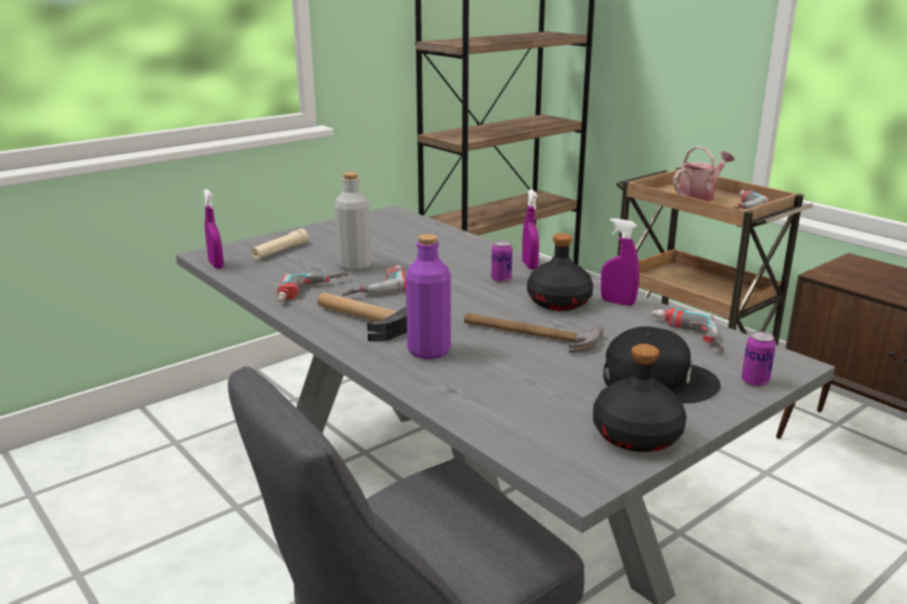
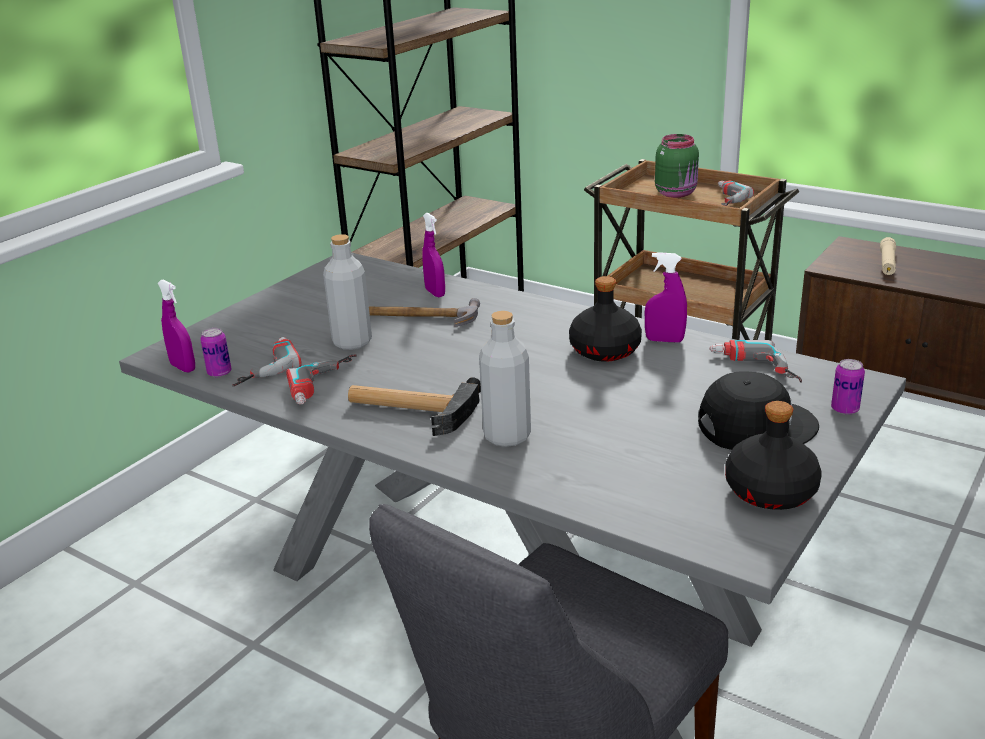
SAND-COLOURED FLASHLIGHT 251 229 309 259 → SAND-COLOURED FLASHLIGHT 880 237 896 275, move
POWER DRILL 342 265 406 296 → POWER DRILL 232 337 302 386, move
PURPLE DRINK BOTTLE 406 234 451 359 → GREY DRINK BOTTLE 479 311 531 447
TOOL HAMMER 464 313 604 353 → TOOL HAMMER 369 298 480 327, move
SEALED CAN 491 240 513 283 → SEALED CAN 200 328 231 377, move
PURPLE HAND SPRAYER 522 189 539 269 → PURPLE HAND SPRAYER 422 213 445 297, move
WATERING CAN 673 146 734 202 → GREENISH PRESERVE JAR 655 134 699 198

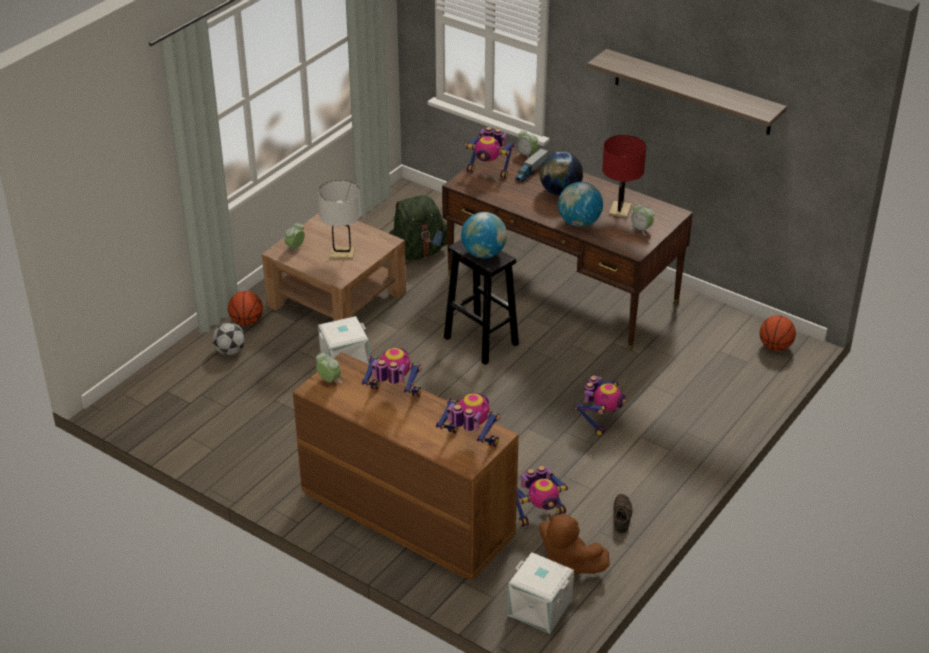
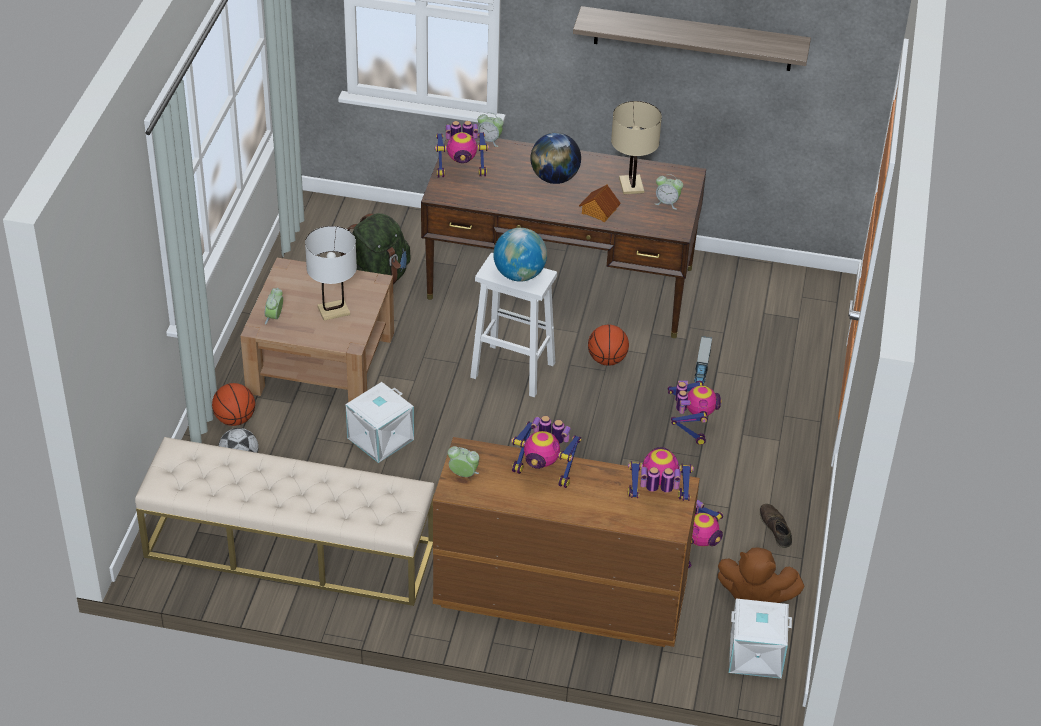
ROBOT FIGURE 361 348 422 397 → ROBOT FIGURE 511 416 582 488, 150 degrees counterclockwise
BLACKISH STOOL SEAT 444 239 519 365 → WHITE STOOL SEAT 470 253 557 397
TOY LORRY 515 148 549 182 → TOY LORRY 694 336 712 386, move
DESK GLOBE 558 182 603 227 → MODEL HOUSE 579 185 621 222
RED TABLE LAMP 602 135 646 218 → SAND-COLOURED TABLE LAMP 611 101 662 194
BALL FOR BASKETBALL 760 315 796 351 → BALL FOR BASKETBALL 588 325 629 366, move
- → SAND-COLOURED BENCH 135 437 434 606

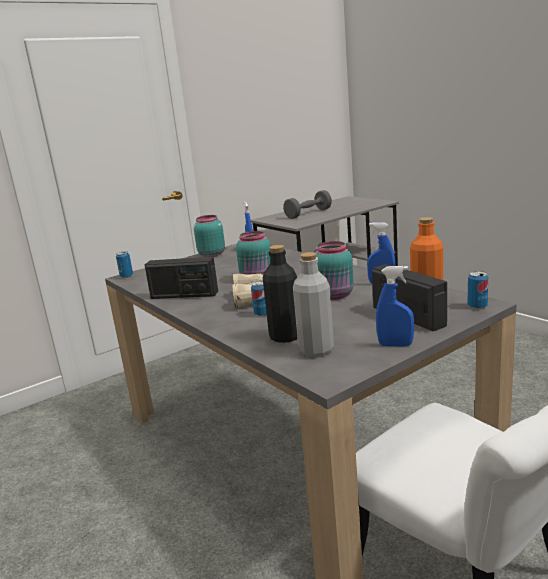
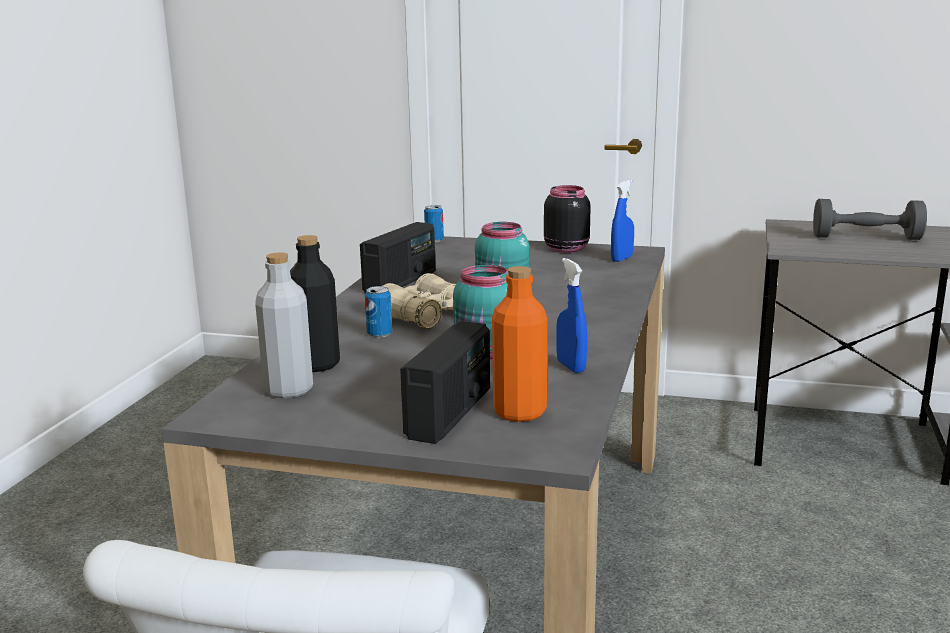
RADIO SET 145 257 218 299 → RADIO SET 360 222 436 293, 120 degrees counterclockwise
BLUE-GREEN PRESERVE JAR 194 215 225 257 → BLACKISH PRESERVE JAR 544 185 591 253
BLUE HAND SPRAYER 376 266 414 347 → -
SEALED CAN 468 271 488 309 → -

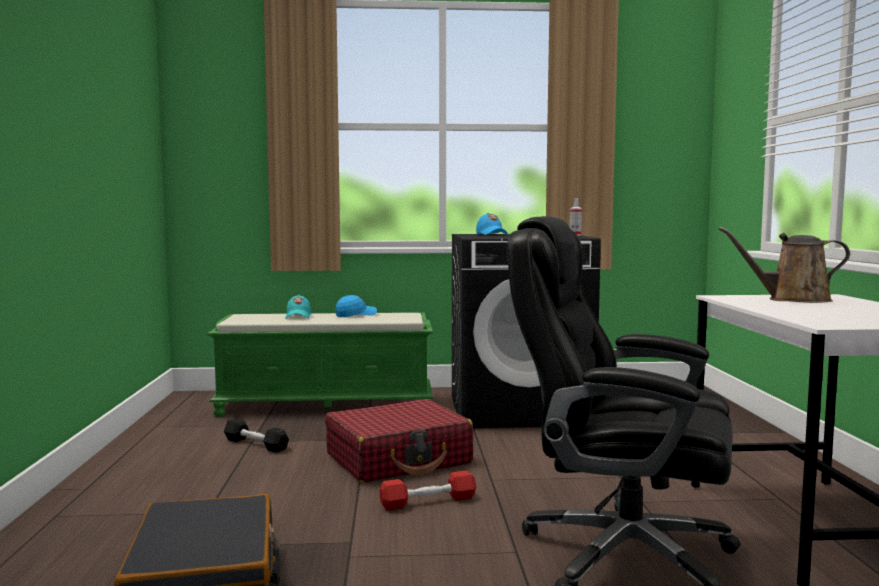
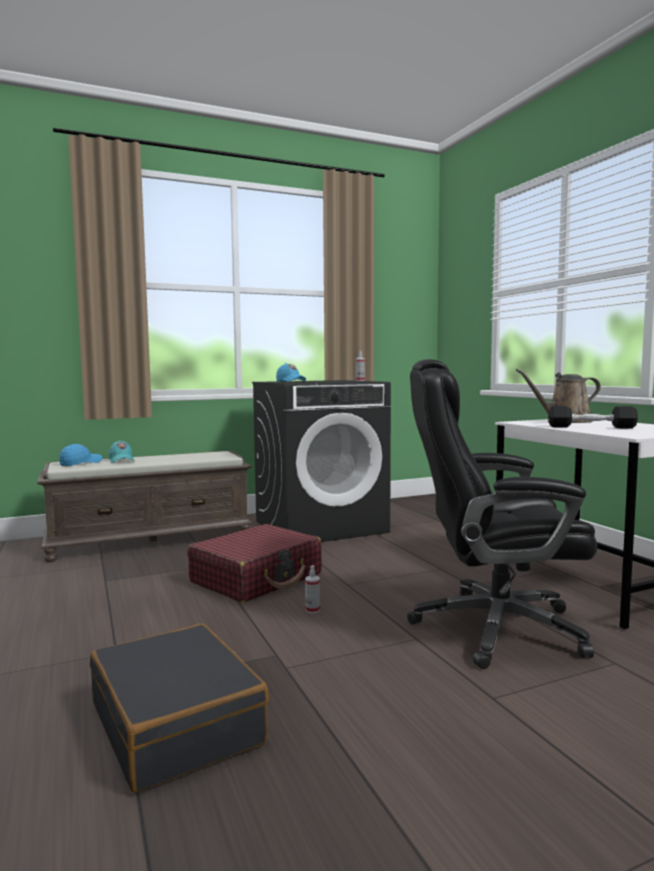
GREENISH BENCH 207 312 433 417 → BROWN BENCH 37 451 253 563
BLACKISH FREE WEIGHT 224 418 289 453 → BLACKISH FREE WEIGHT 548 406 638 429, move
BLUE PEAKED CAP 336 295 377 317 → BLUE PEAKED CAP 59 444 102 466, move
RED FREE WEIGHT 379 471 476 511 → HAND SPRAYER 305 565 320 613

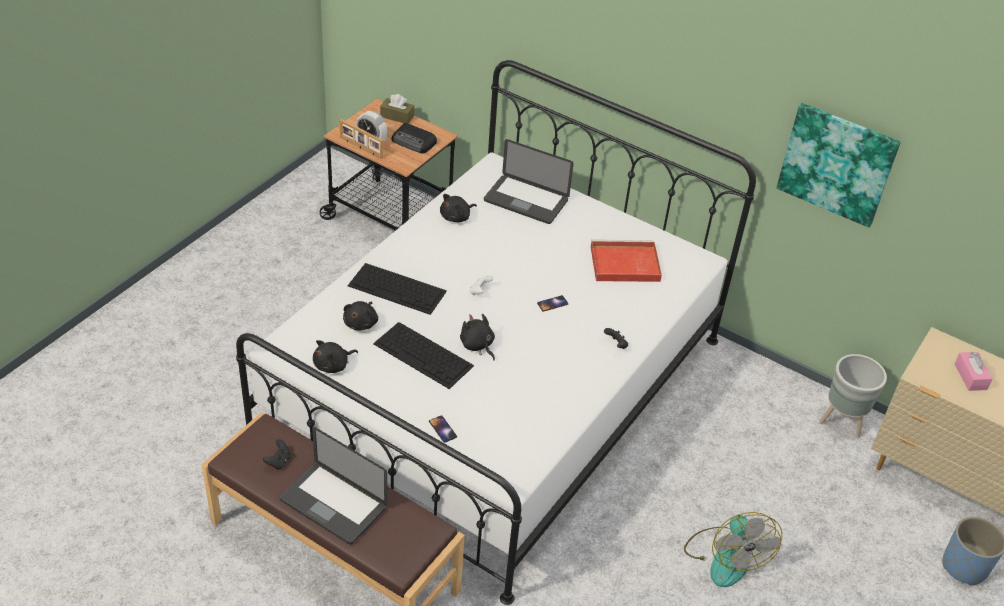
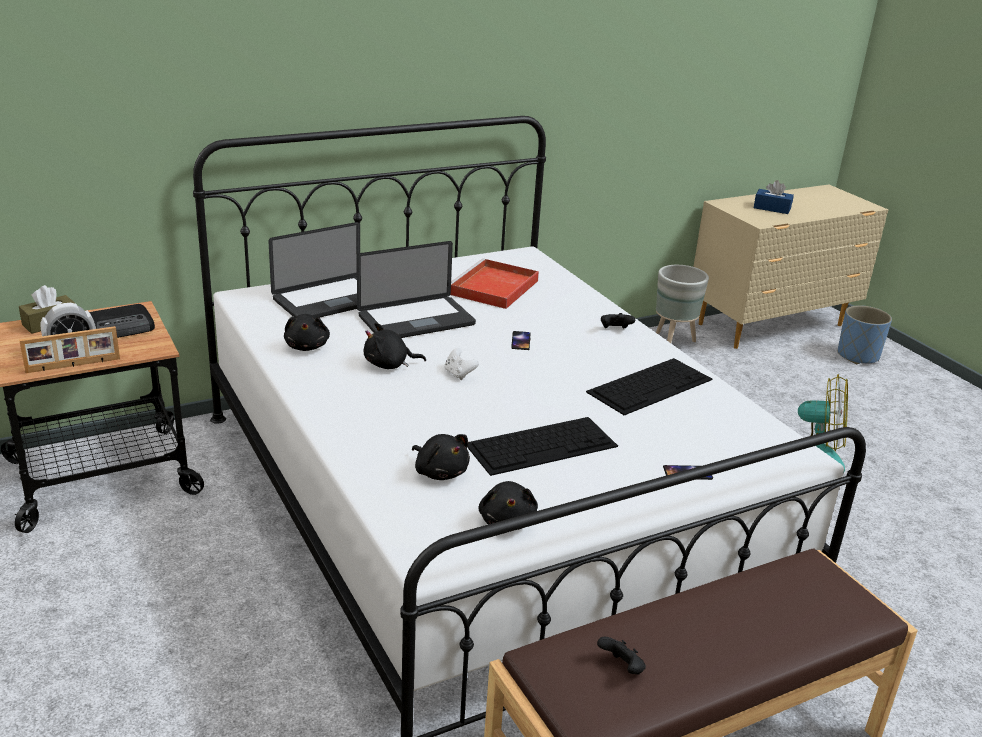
NOTEBOOK COMPUTER 279 427 387 544 → NOTEBOOK COMPUTER 357 241 476 338, move
COMPUTER KEYBOARD 348 263 447 315 → COMPUTER KEYBOARD 586 358 712 415, move
BLACKISH CUDDLY TOY 460 314 495 360 → BLACKISH CUDDLY TOY 364 322 426 369, move
WALL ART 777 103 901 228 → -
PINKISH TISSUE BOX 954 352 993 391 → BLUE TISSUE BOX 754 180 794 214

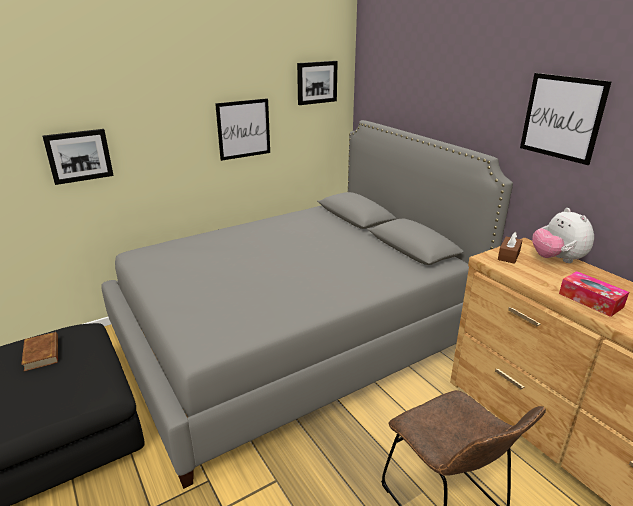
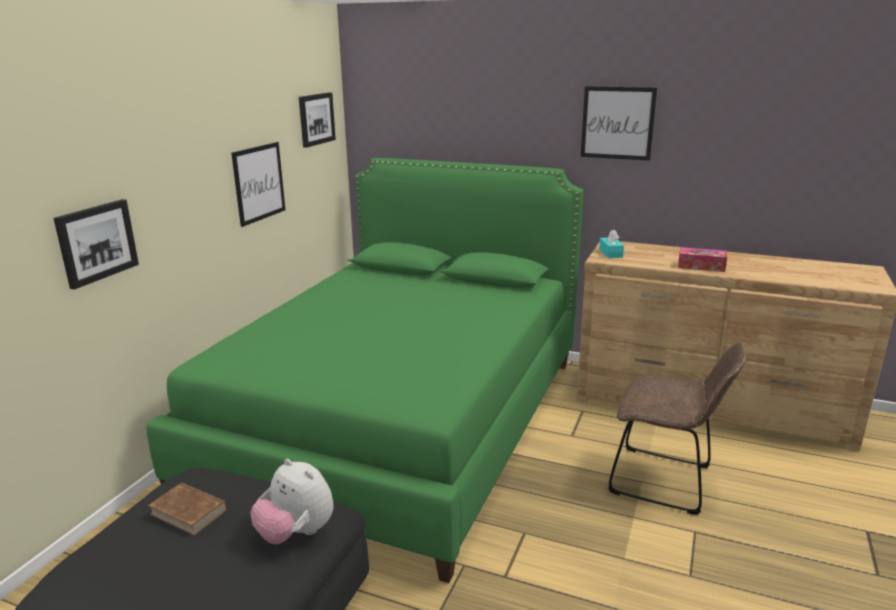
GREY BEDROOM BED 101 120 513 489 → GREENISH BEDROOM BED 146 158 584 583
BROWN TISSUE BOX 498 232 523 264 → BLUE-GREEN TISSUE BOX 599 230 624 258
CUDDLY TOY 532 208 594 263 → CUDDLY TOY 251 459 333 544, move

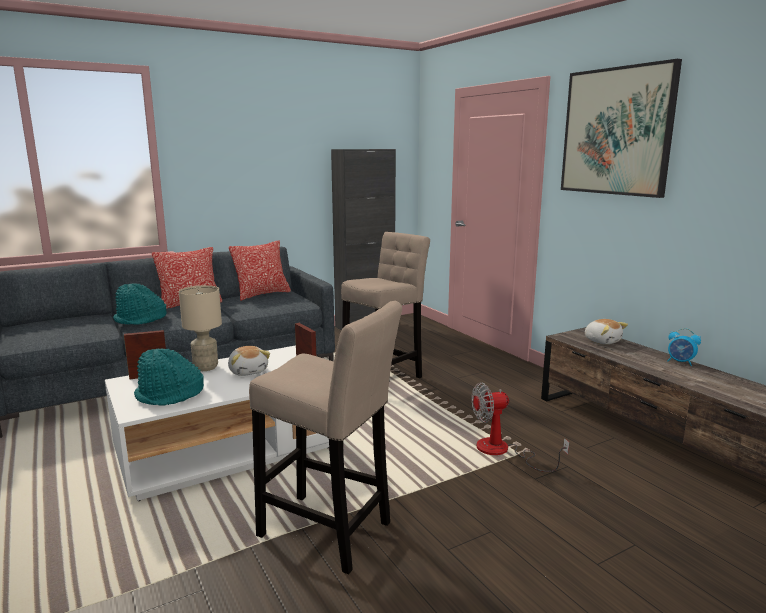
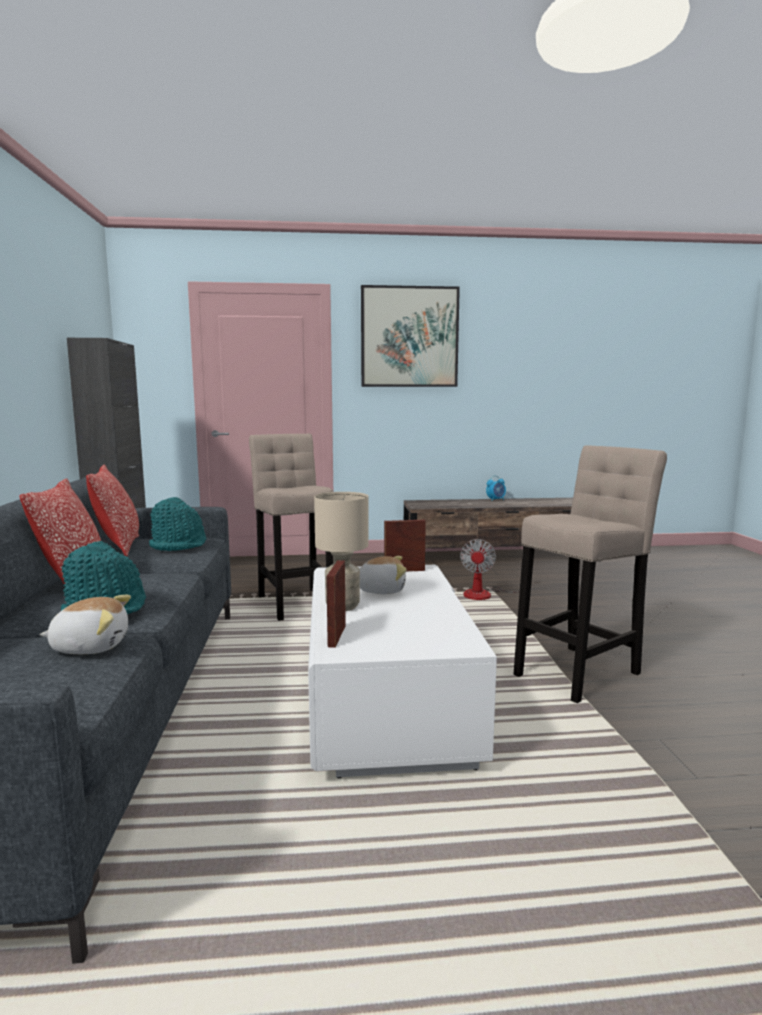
BLUE-GREEN HAT 134 349 204 406 → BLUE-GREEN HAT 149 497 206 551, move
CUDDLY TOY 585 319 628 345 → CUDDLY TOY 40 595 131 654, move

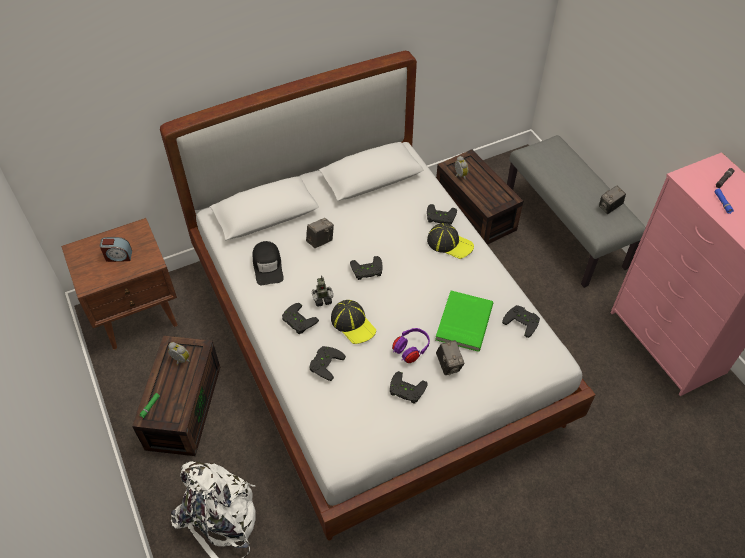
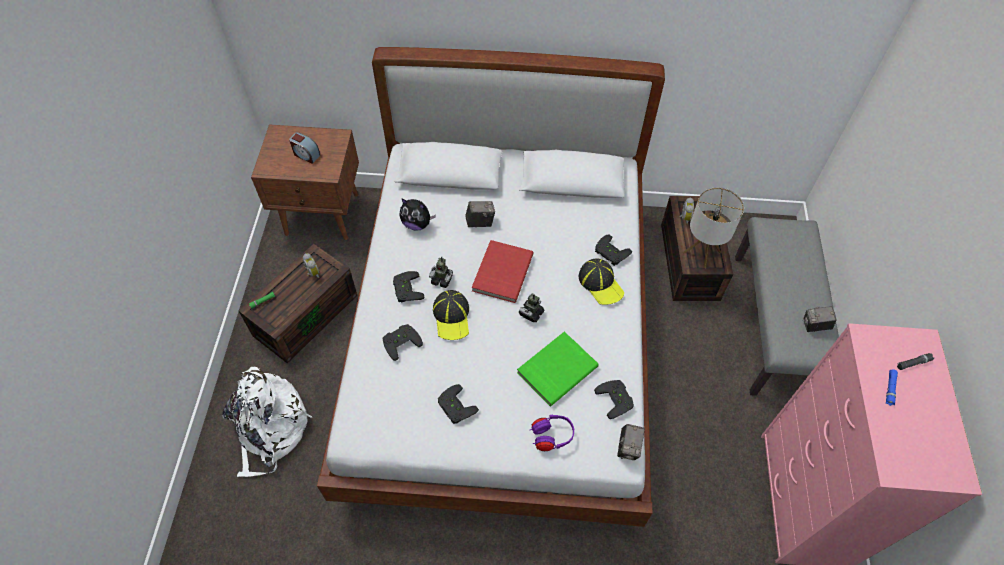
BLACKISH PEAKED CAP 252 241 284 285 → CUDDLY TOY 399 198 436 231
BLACKISH GAME CONTROLLER 350 256 383 280 → RED BOOK 472 240 533 303
PURPLE HEADSET 392 328 430 363 → PURPLE HEADSET 530 414 574 451, move
STILL CAMERA 436 340 465 375 → STILL CAMERA 617 424 645 460, move
- → ROBOT FIGURE 519 294 545 322
- → TABLE LAMP 683 187 744 268

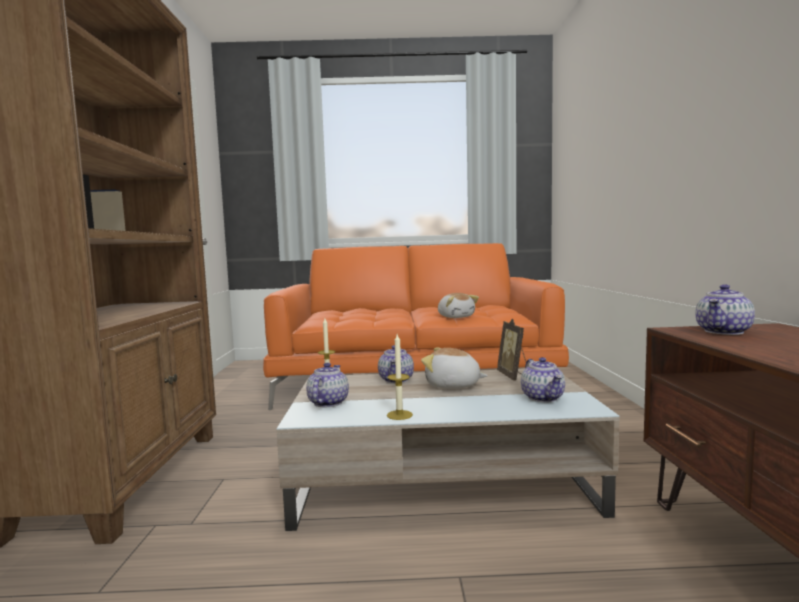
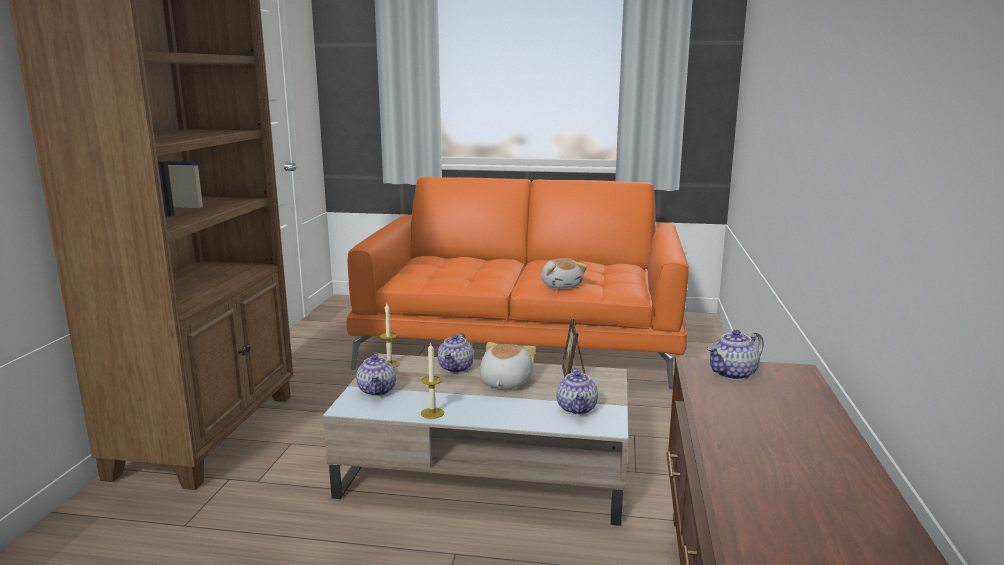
TEAPOT 306 363 349 407 → TEAPOT 356 352 396 396, 150 degrees clockwise
CUDDLY TOY 421 347 488 389 → CUDDLY TOY 480 342 536 389, 75 degrees clockwise

